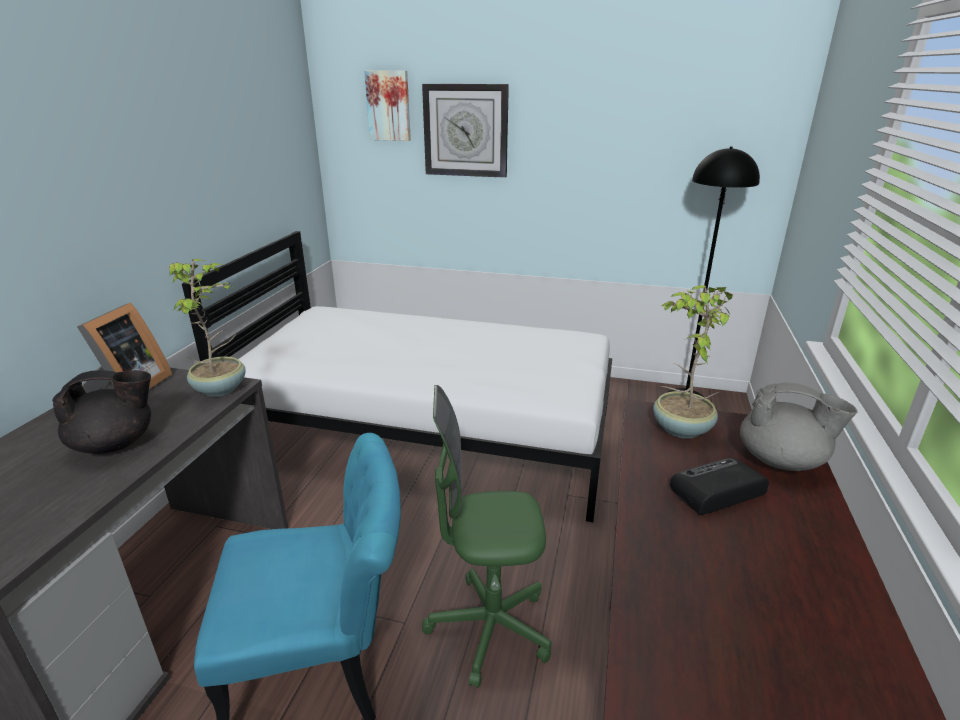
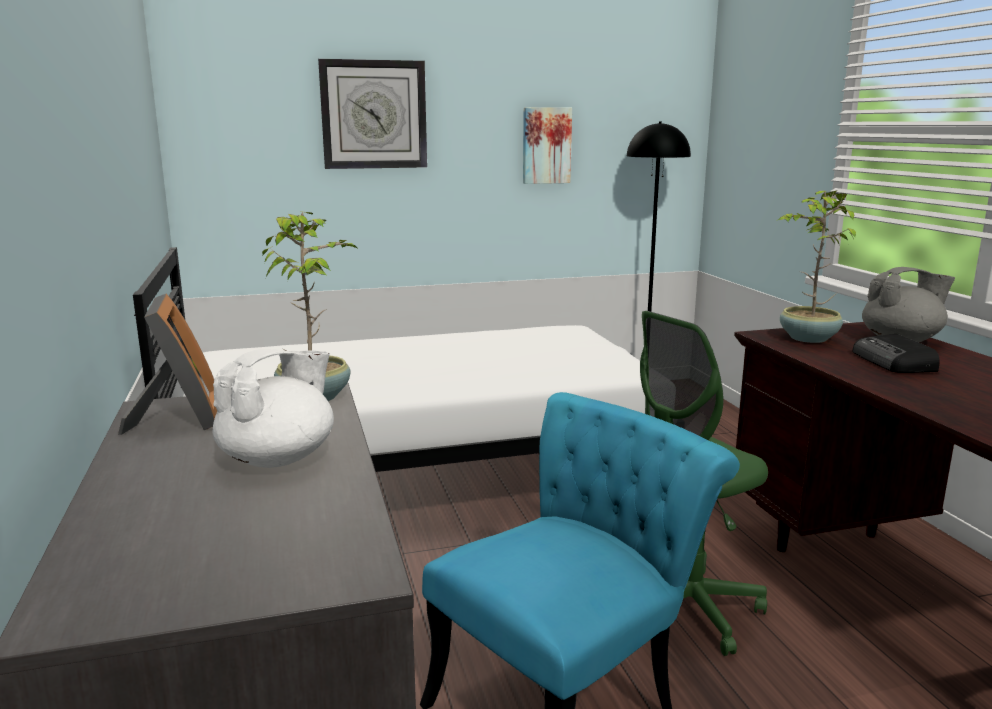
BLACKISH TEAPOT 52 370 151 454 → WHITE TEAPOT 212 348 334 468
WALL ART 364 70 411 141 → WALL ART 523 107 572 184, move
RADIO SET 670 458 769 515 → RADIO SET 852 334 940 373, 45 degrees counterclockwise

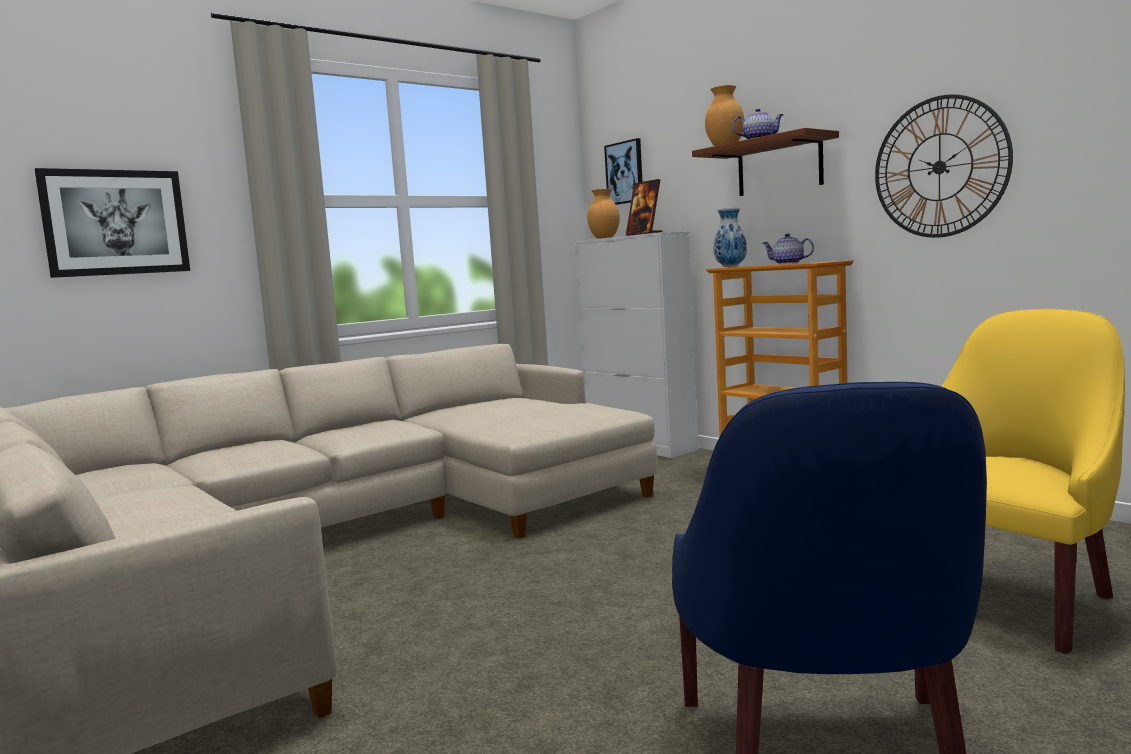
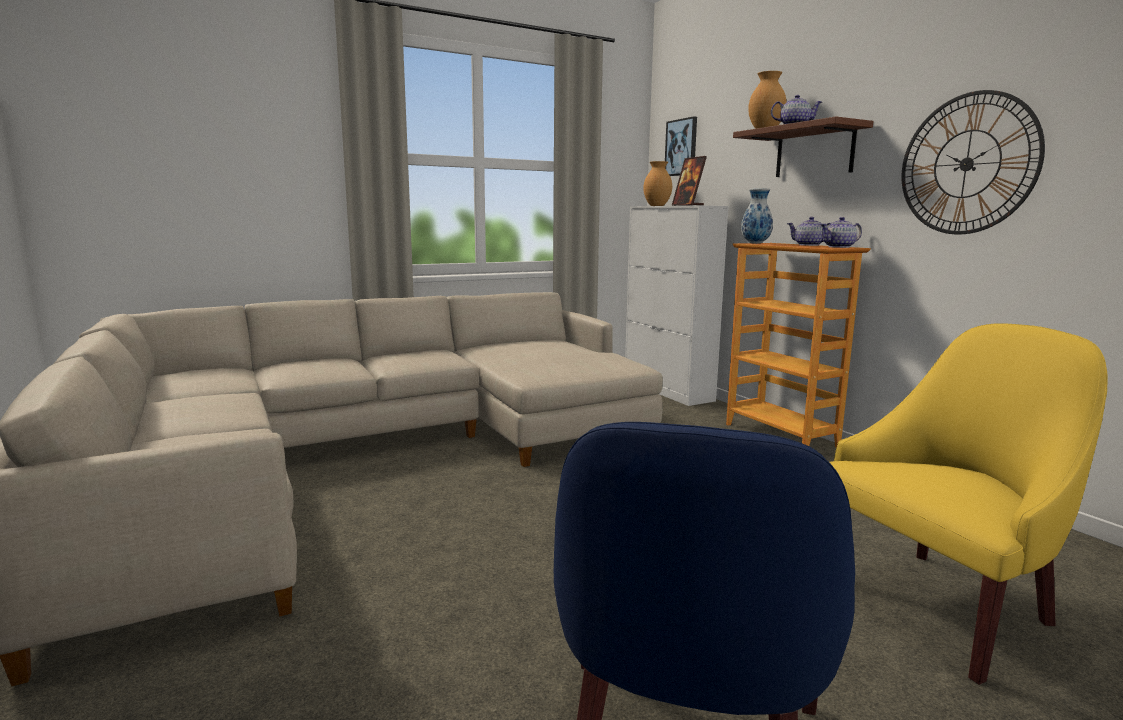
WALL ART 35 168 190 278 → -
- → TEAPOT 820 217 862 248

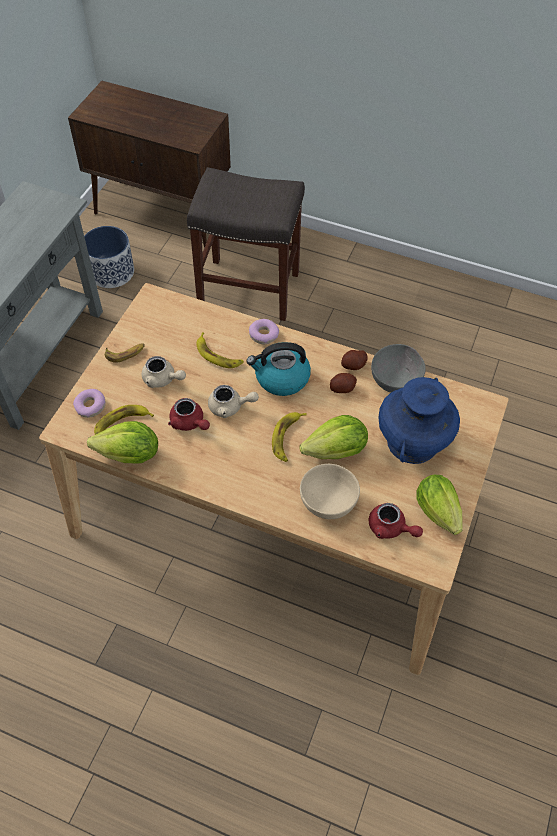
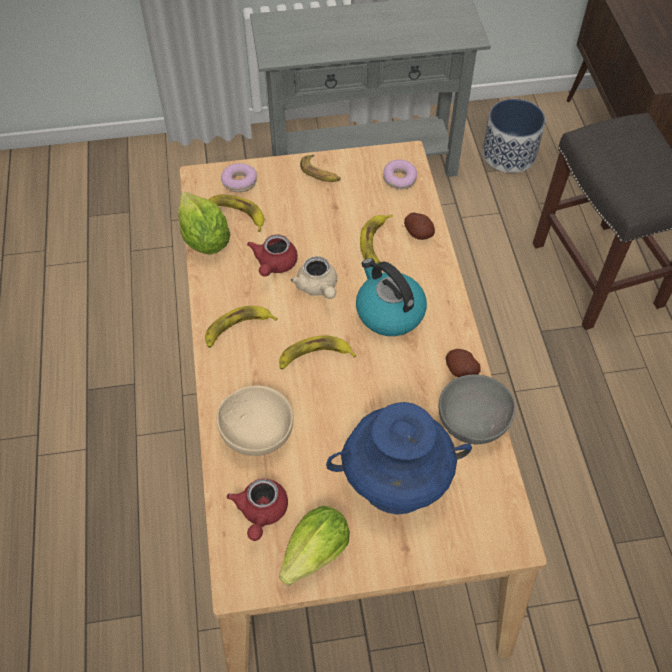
SAND-COLOURED TEAPOT 142 356 186 388 → -
DOUGHNUT 249 319 279 344 → DOUGHNUT 383 160 417 189, move
LETTUCE 300 415 368 459 → -
WHOLE POTATO 330 373 357 393 → WHOLE POTATO 404 213 435 240, move
- → WHOLE BANANA 205 306 278 348

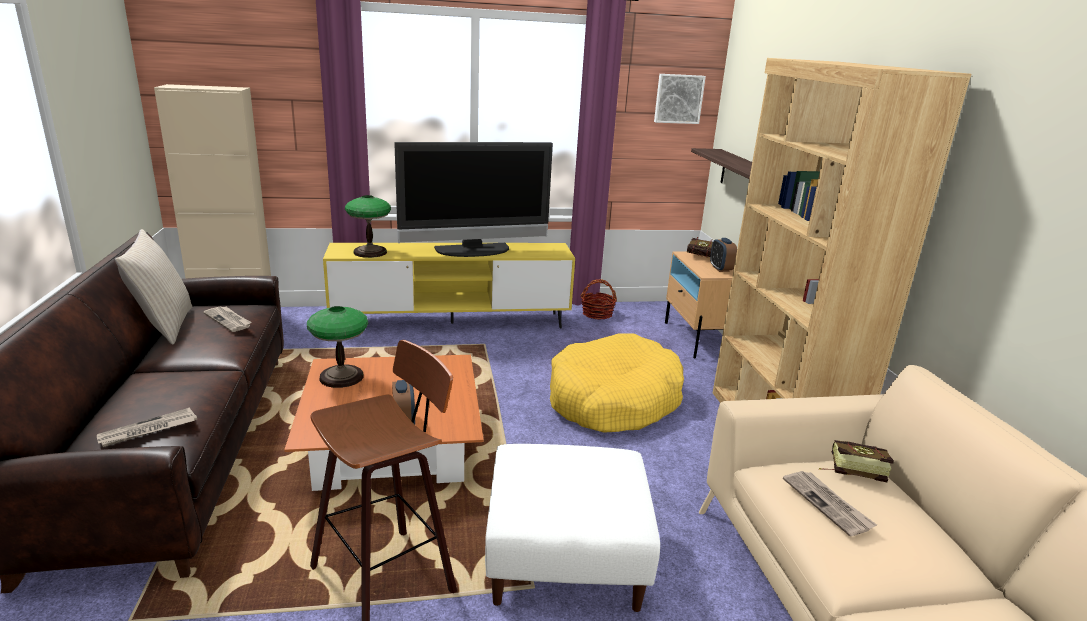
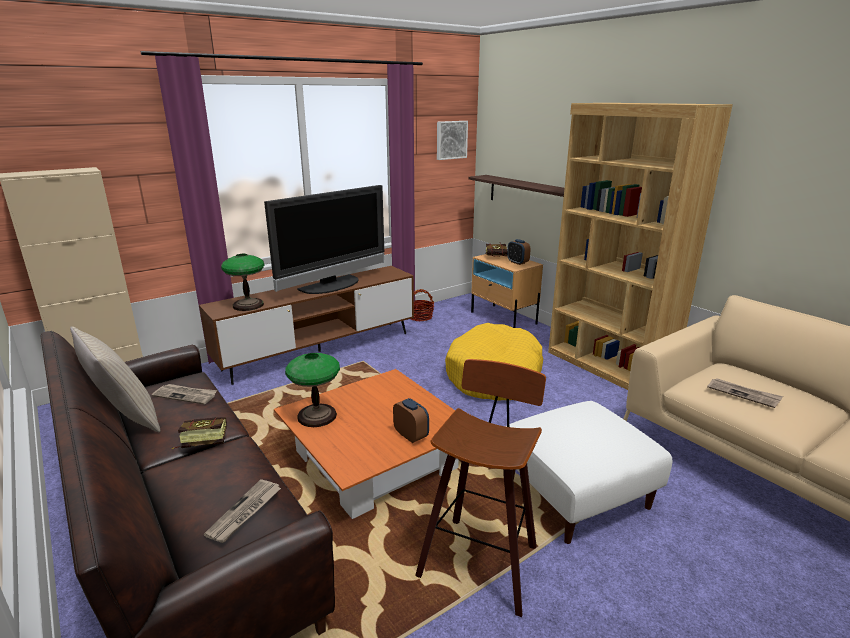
YELLOW TV UNIT 323 243 575 328 → BROWN TV UNIT 199 266 414 385
BOOK 819 440 894 482 → BOOK 172 417 227 449, move

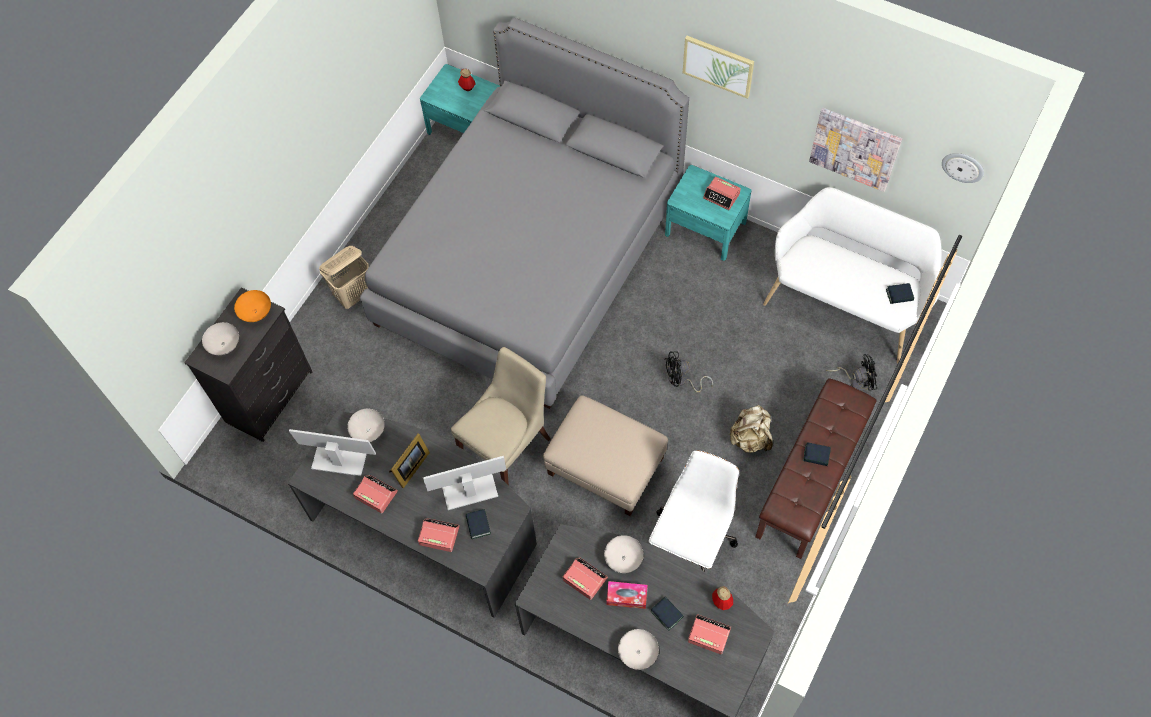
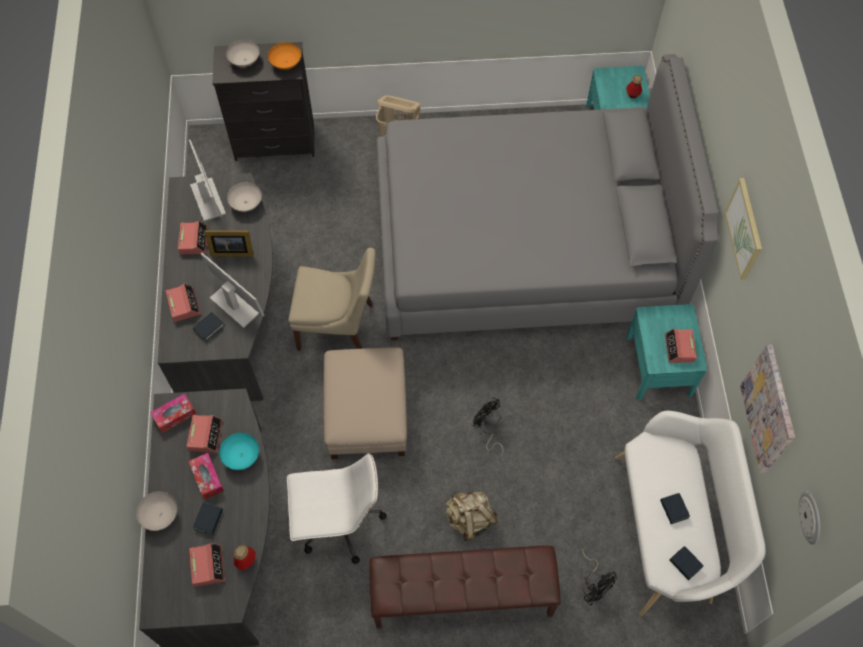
WHITE DEEP DISH 604 535 644 573 → BLUE-GREEN DEEP DISH 220 433 259 470
BOOK 803 443 831 466 → BOOK 660 493 690 524, move
- → TISSUE BOX 150 393 196 433

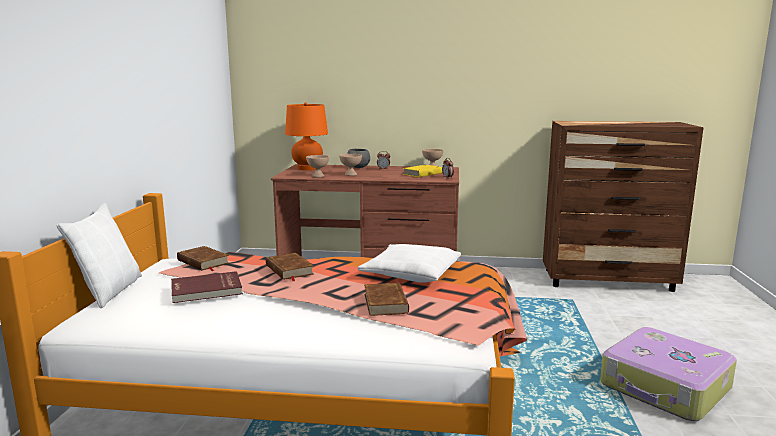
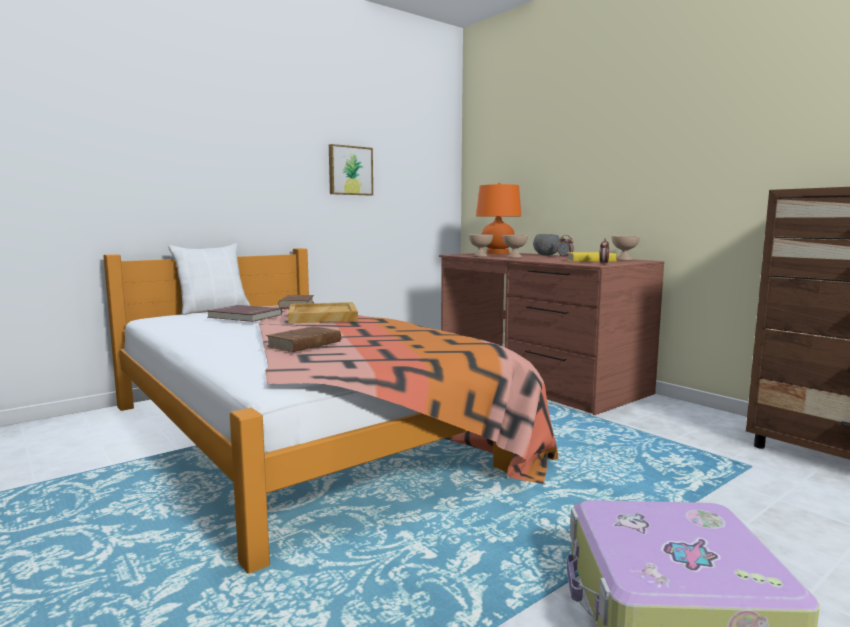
BROWN BOOK 266 253 314 281 → SAND-COLOURED SERVING TRAY 288 302 358 324
WHITE PILLOW 358 244 461 283 → -
- → WALL ART 329 144 373 196

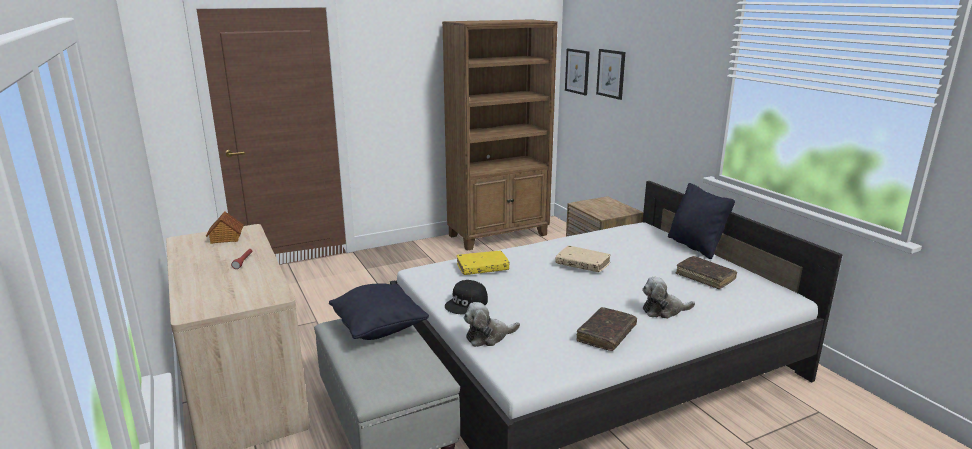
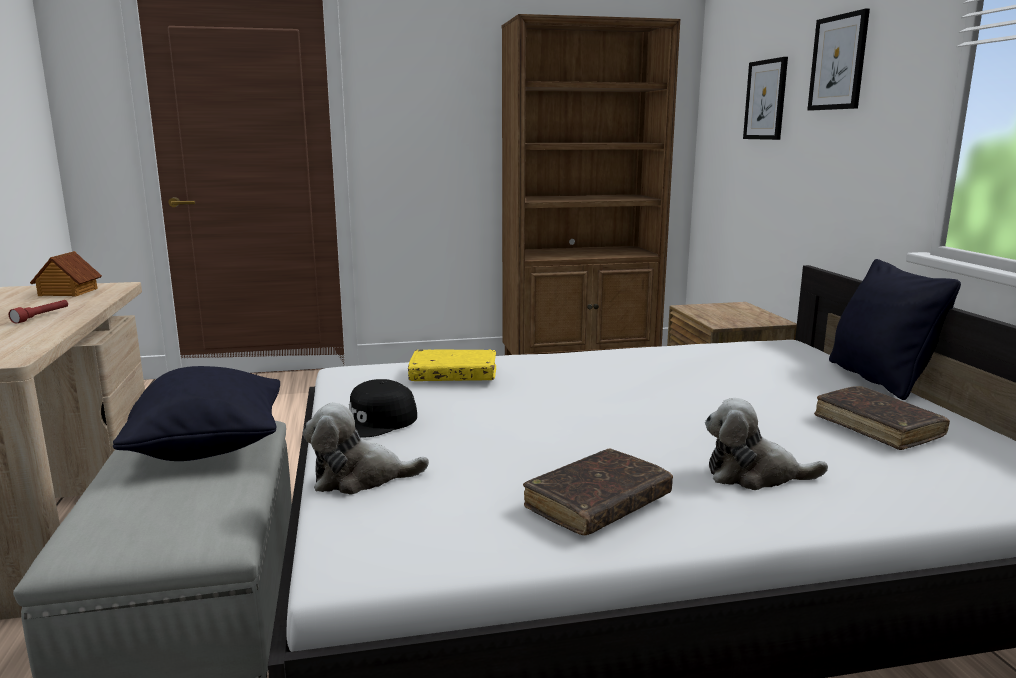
SAND-COLOURED BOOK 556 246 611 272 → -
WALL ART 565 49 590 95 → WALL ART 807 9 870 110, move

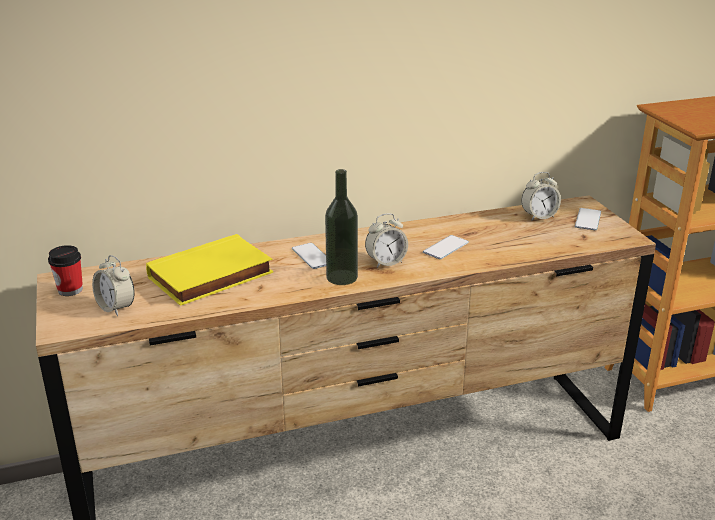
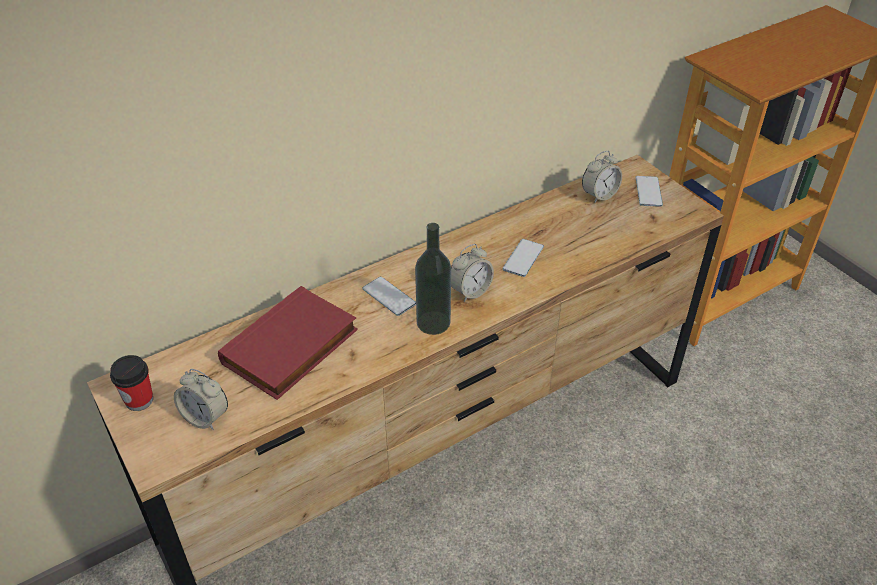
YELLOW BOOK 146 234 273 306 → RED BOOK 218 286 358 400

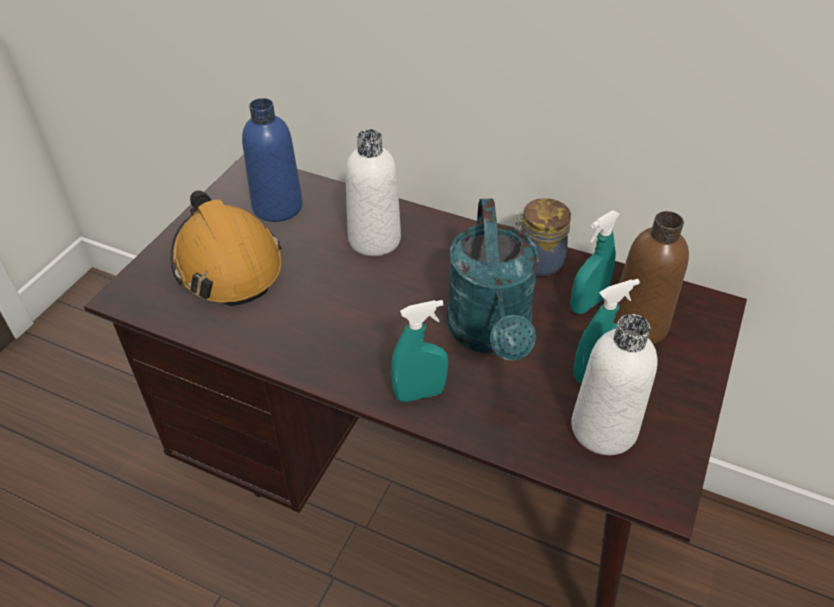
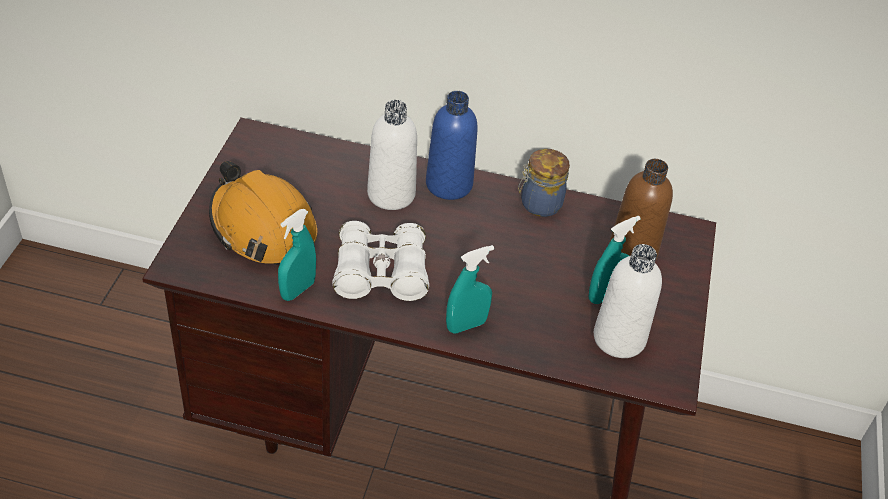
BLUE DRINK BOTTLE 242 98 303 222 → BLUE DRINK BOTTLE 426 91 478 200, move
BLUE-GREEN WATERING CAN 447 199 540 361 → -
BLUE-GREEN HAND SPRAYER 570 210 620 314 → BLUE-GREEN HAND SPRAYER 278 209 316 301, move
- → WHITE PAIR OF BINOCULARS 332 221 429 301

